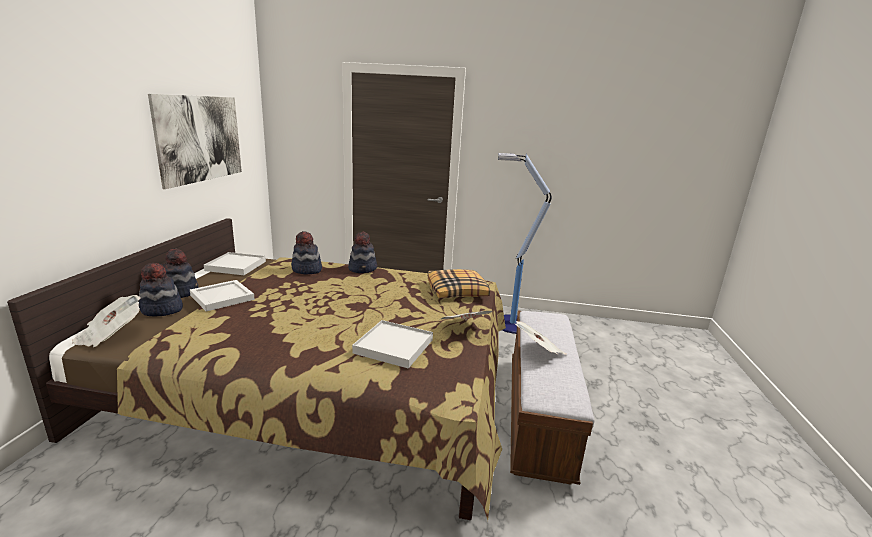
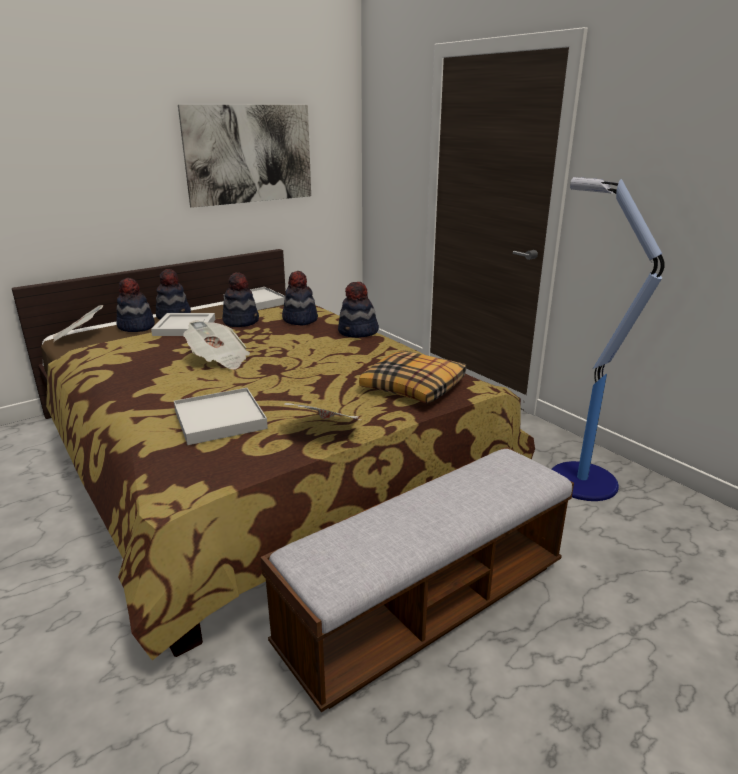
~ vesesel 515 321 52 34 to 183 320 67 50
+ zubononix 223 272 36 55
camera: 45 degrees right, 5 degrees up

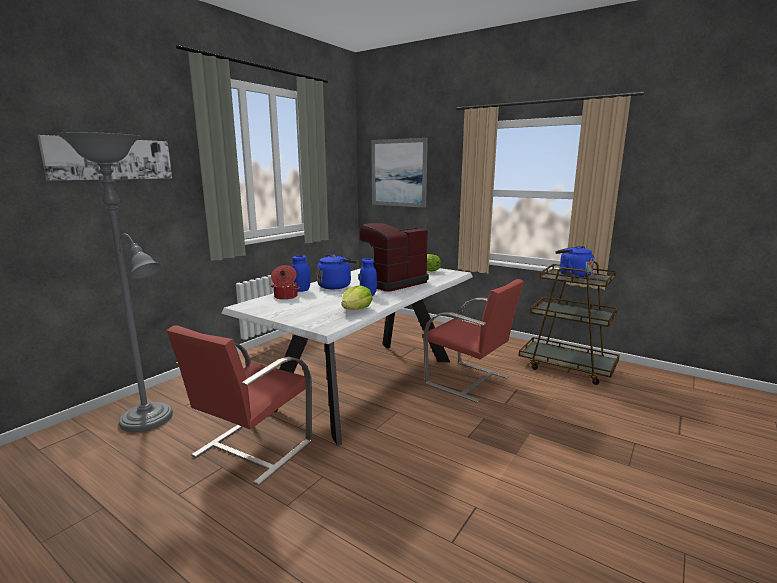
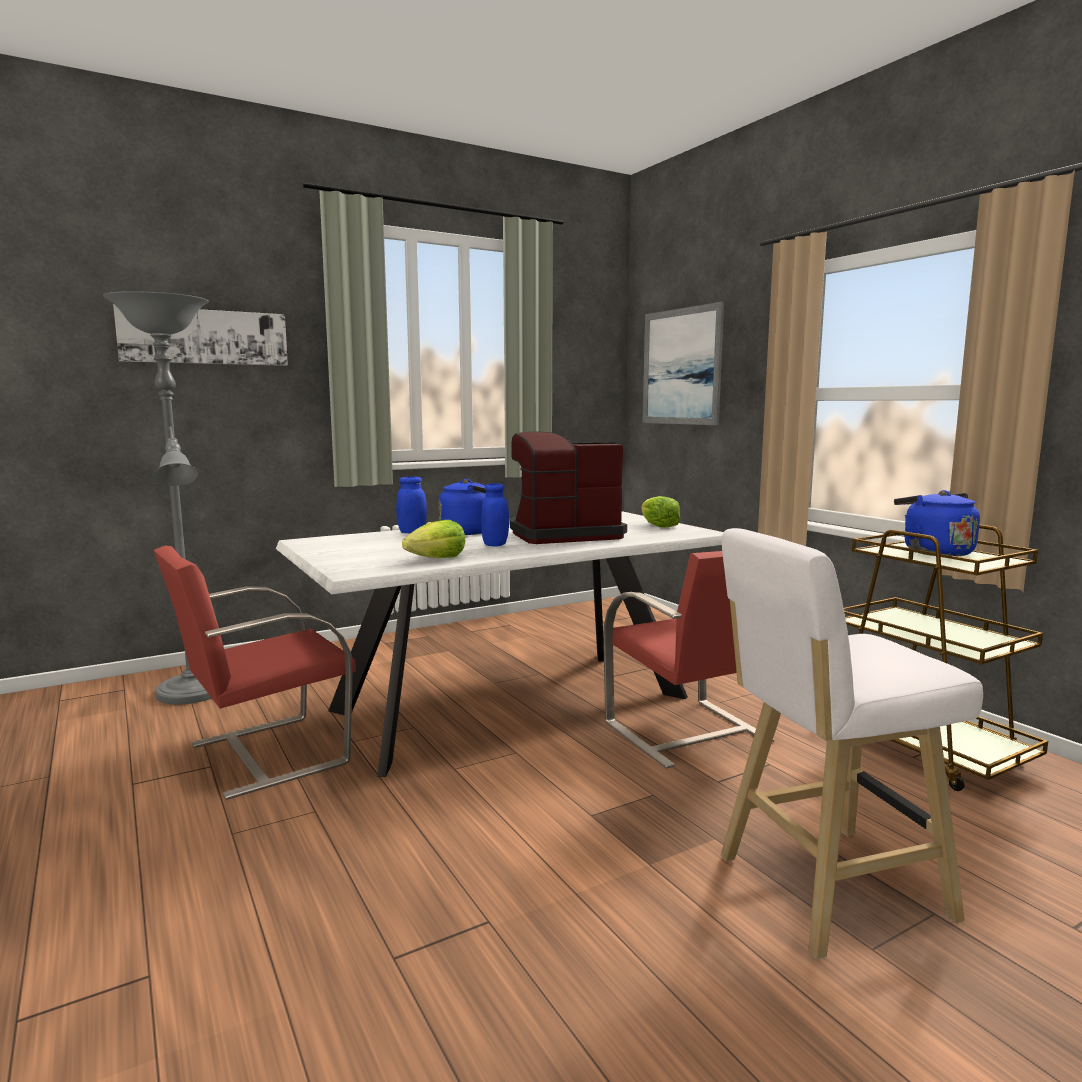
- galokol 271 265 29 35
+ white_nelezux 720 528 263 432
camera: 25 degrees right, 5 degrees down

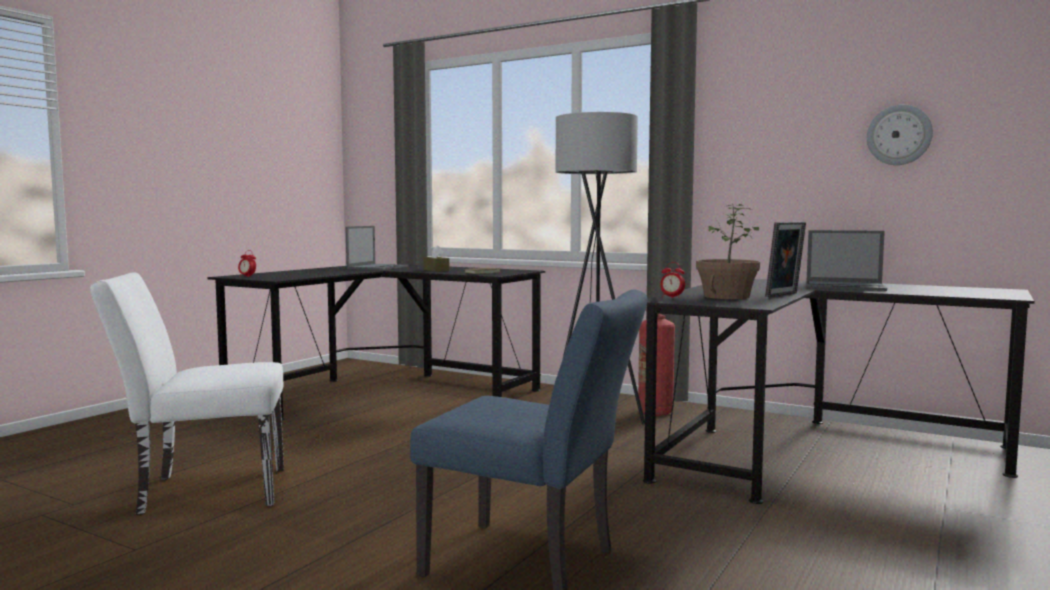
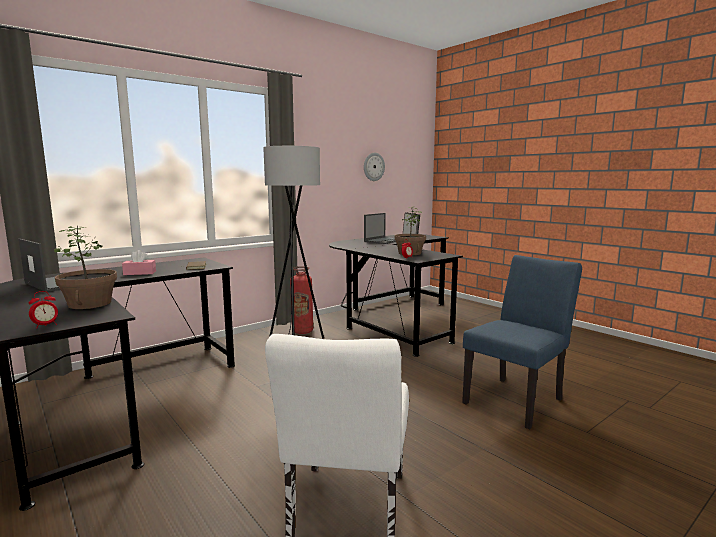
~ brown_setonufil 423 245 26 27 to pink_setonufil 122 250 34 25
+ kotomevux 54 225 63 84
camera: 70 degrees left, 5 degrees up

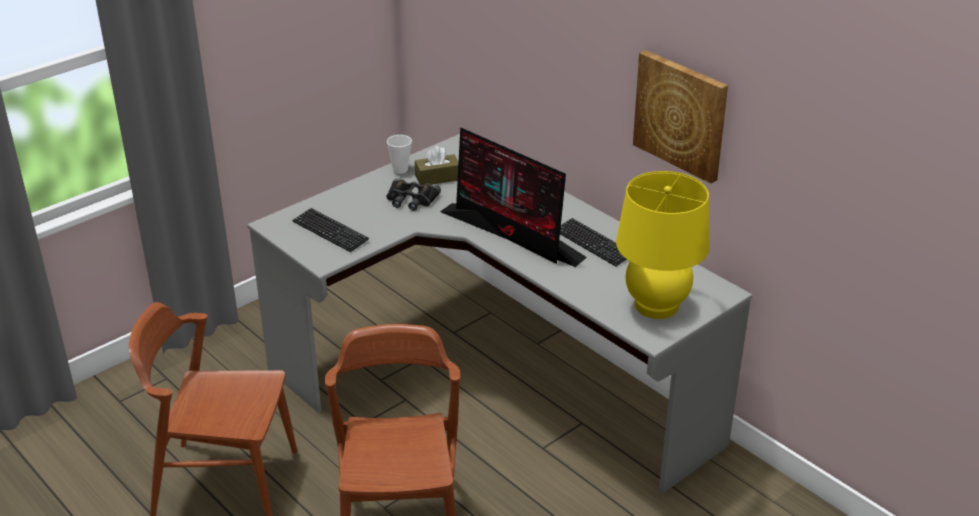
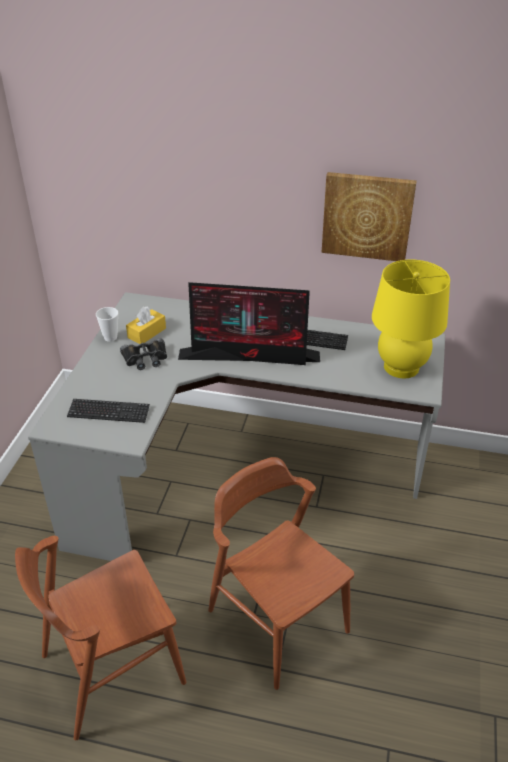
~ brown_setonufil 415 146 43 39 to yellow_setonufil 126 306 40 38
camera: 35 degrees left, 5 degrees up

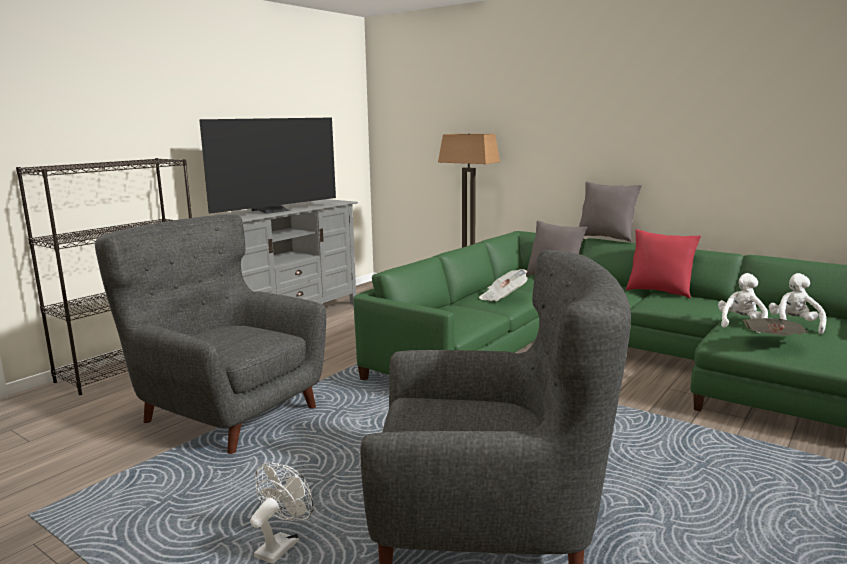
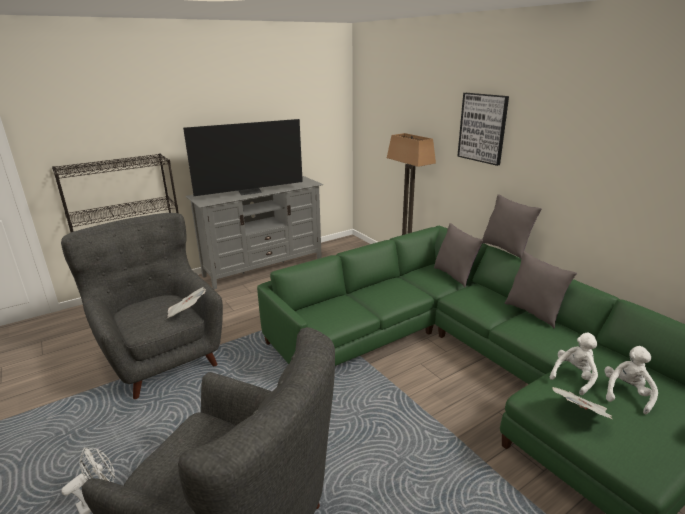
~ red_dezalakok 626 229 75 70 to grey_dezalakok 505 251 72 77
~ vesesel 479 269 49 32 to 167 287 39 31
+ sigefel 457 93 52 73
camera: 20 degrees right, 10 degrees up

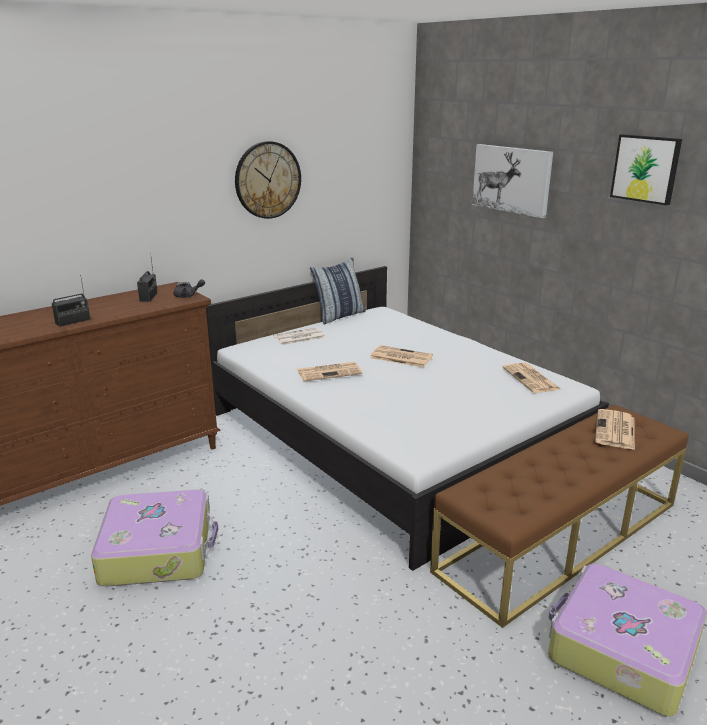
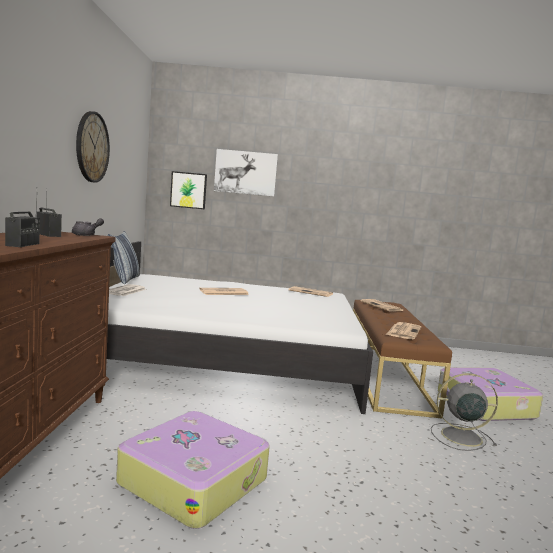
~ sigefel 610 134 72 71 to 170 171 37 38
~ vesesel 297 362 65 19 to 386 322 35 17
+ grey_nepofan 431 373 67 78
camera: 50 degrees left, 15 degrees down

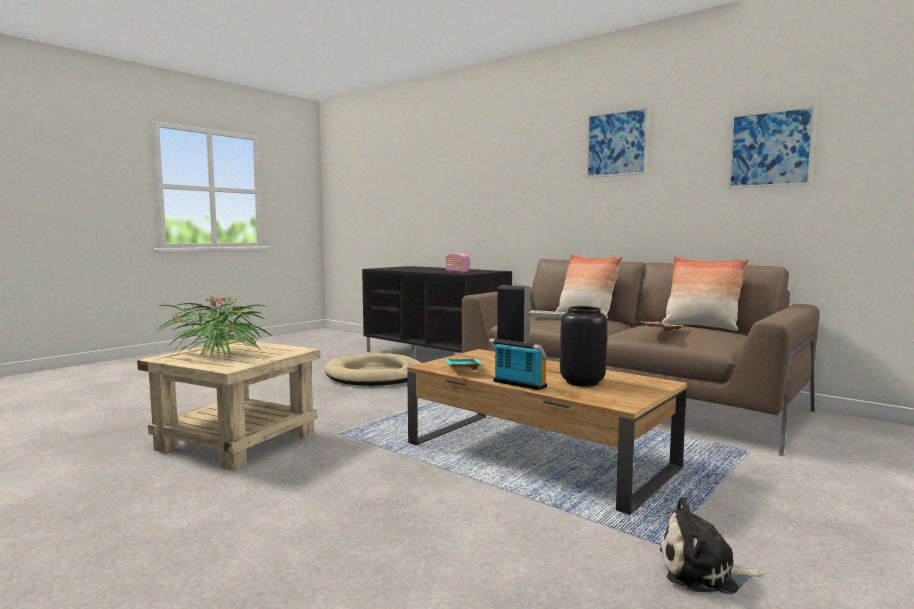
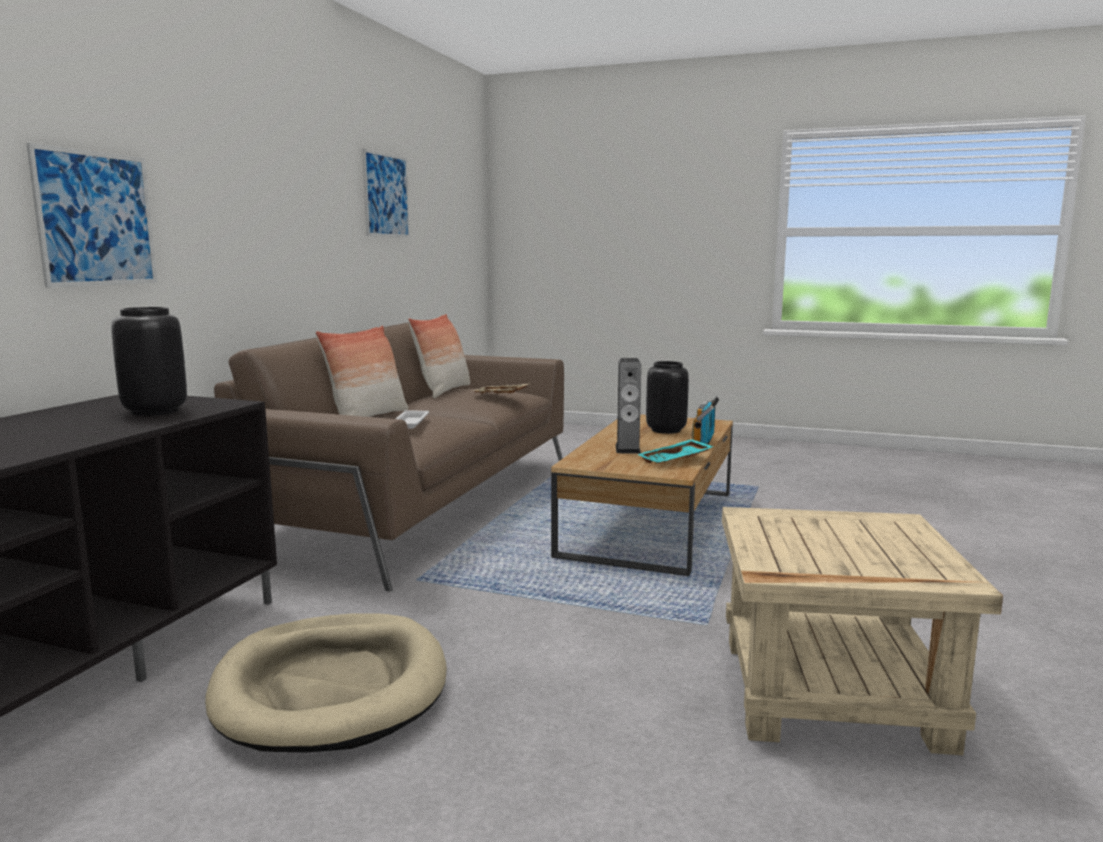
~ sigefel 586 106 63 72 to 26 143 131 145
~ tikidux 446 253 23 19 to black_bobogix 111 307 76 109
- kotomevux 157 295 114 64
- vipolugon 660 497 103 97
camera: 110 degrees left, 5 degrees up

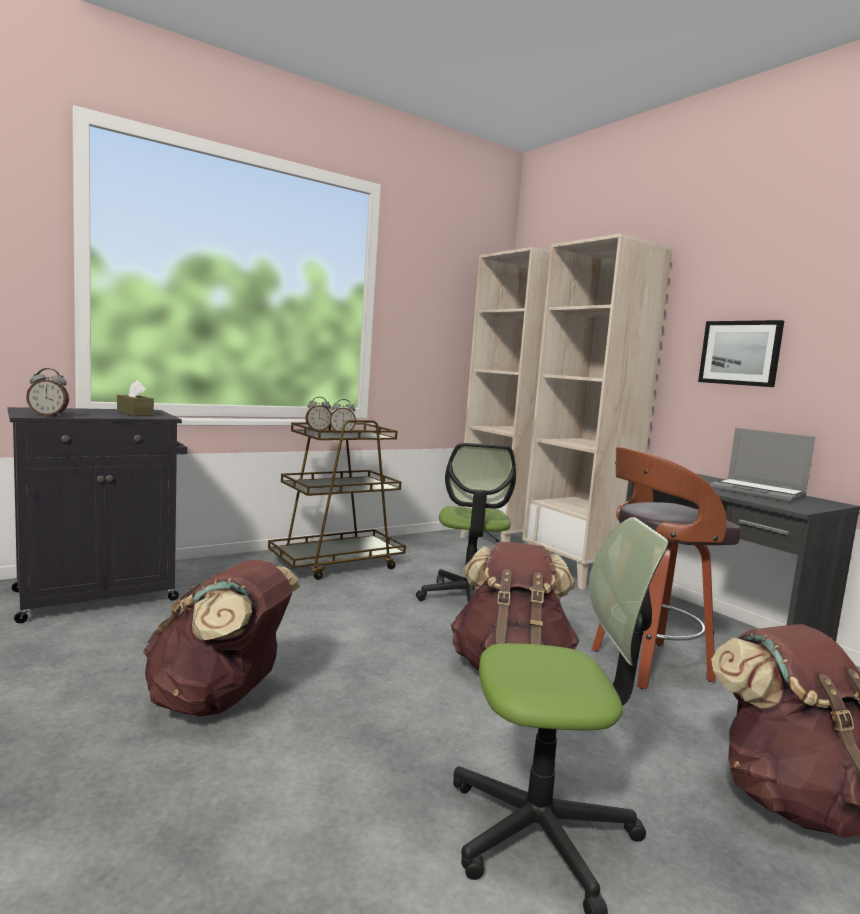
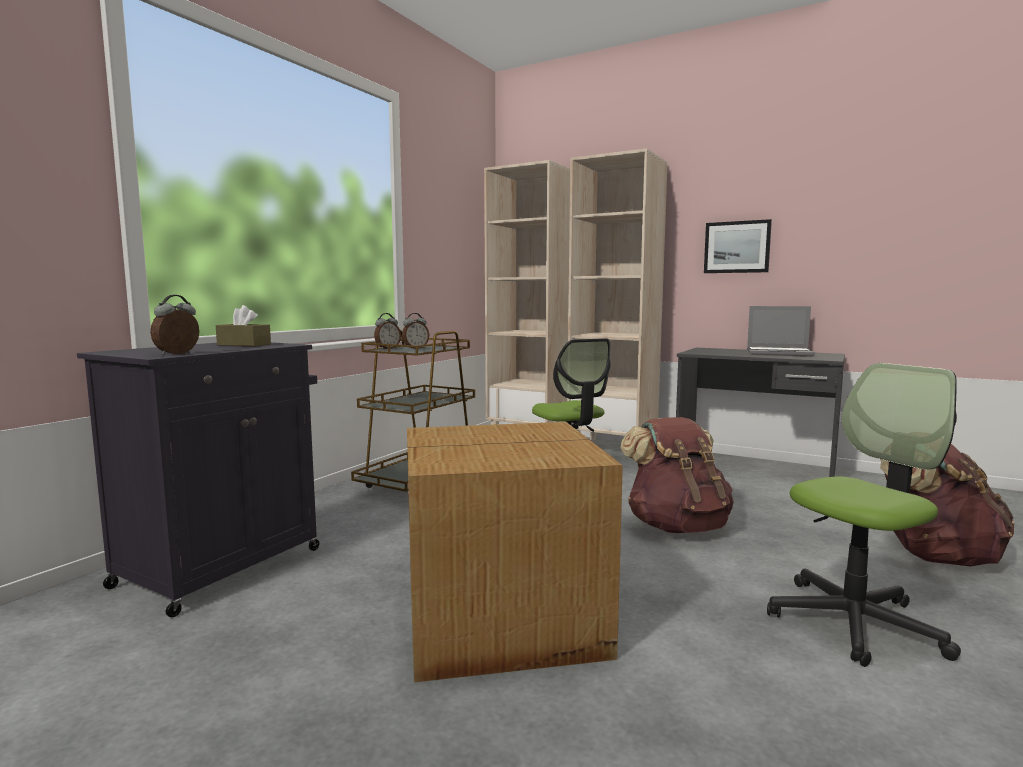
~ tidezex 26 368 43 49 = 150 295 49 60 150 degrees clockwise
- nelezux 592 446 149 243
~ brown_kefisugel 143 559 157 157 to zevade 407 422 216 260
camera: 25 degrees left, 0 degrees up

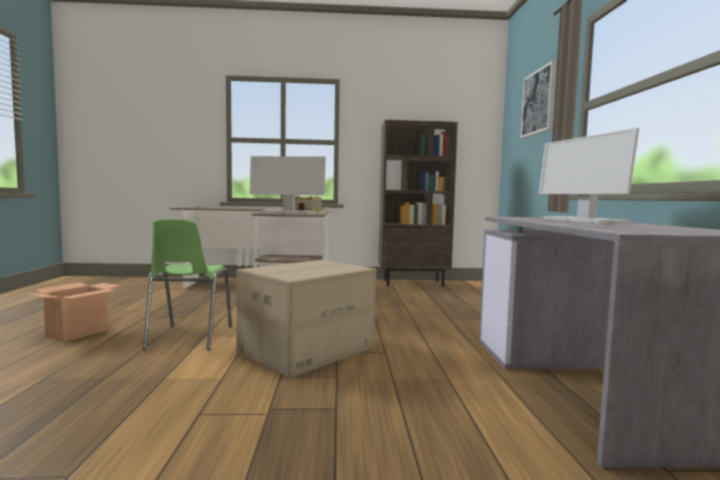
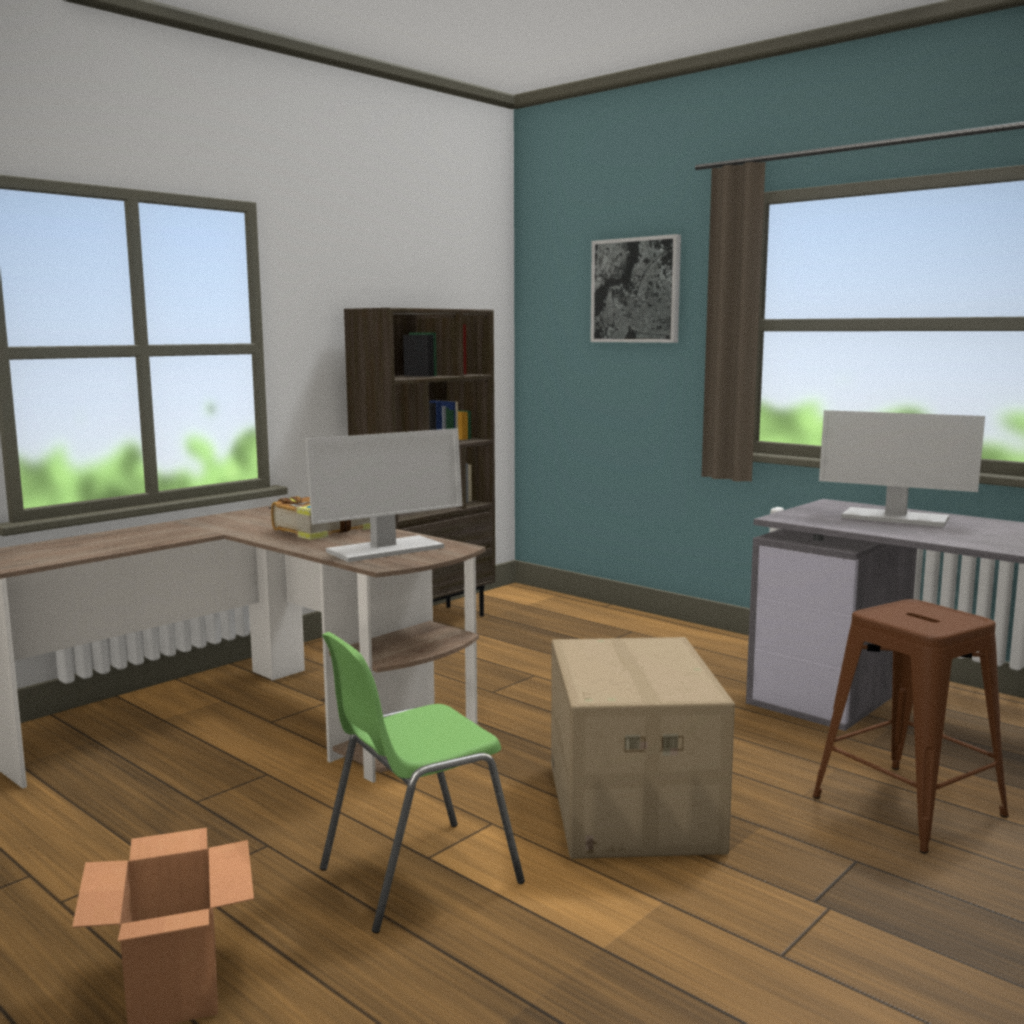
~ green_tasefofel 143 219 89 131 = 320 632 205 301 105 degrees clockwise
+ brown_nelezux 813 599 196 254
camera: 45 degrees left, 5 degrees up

